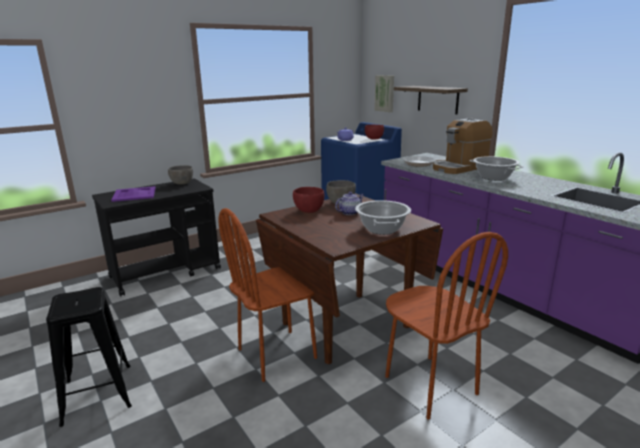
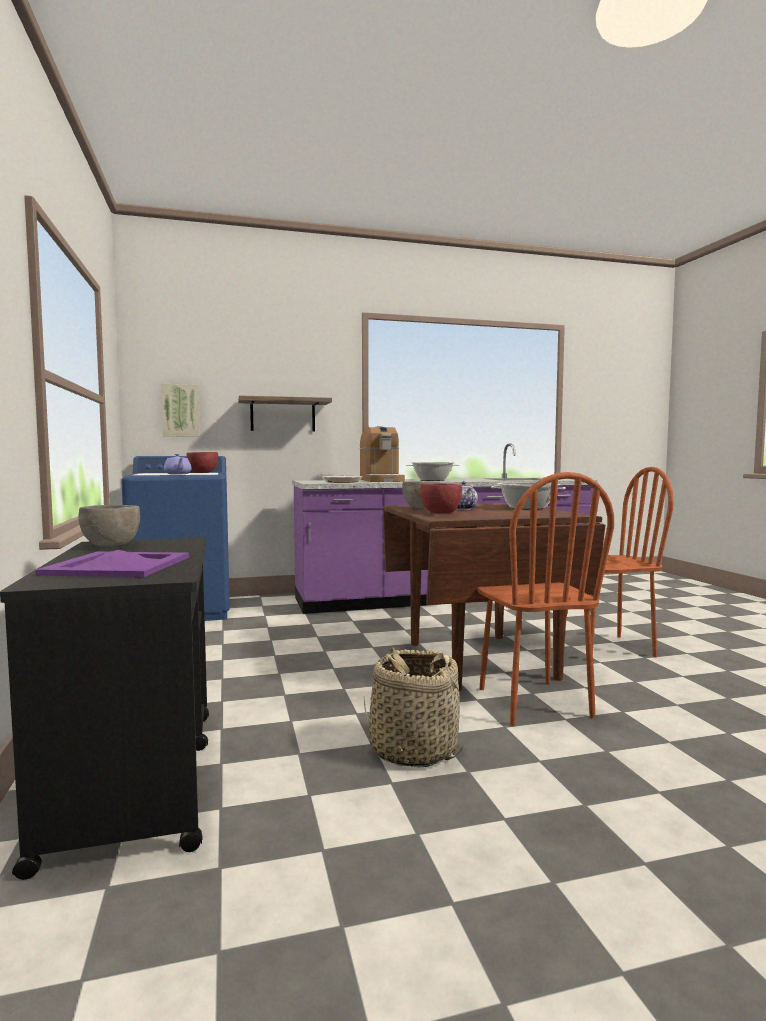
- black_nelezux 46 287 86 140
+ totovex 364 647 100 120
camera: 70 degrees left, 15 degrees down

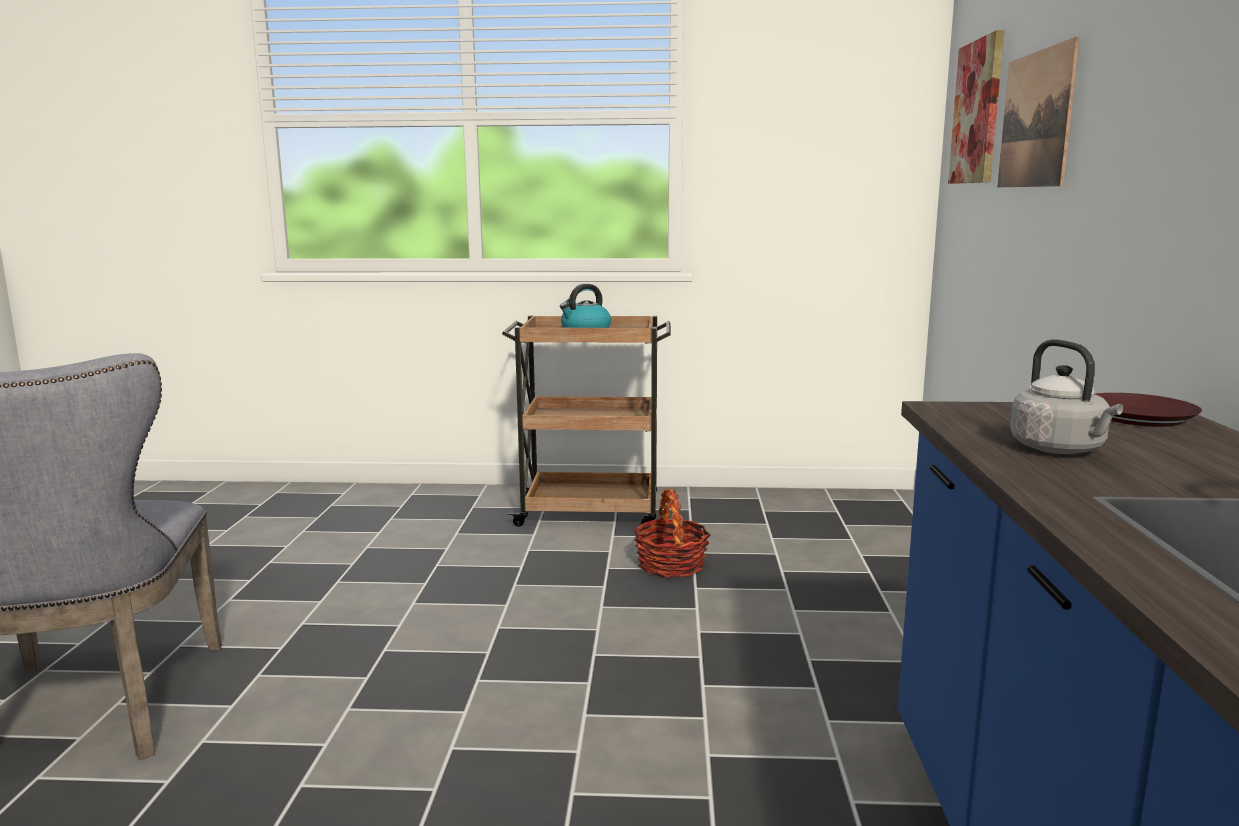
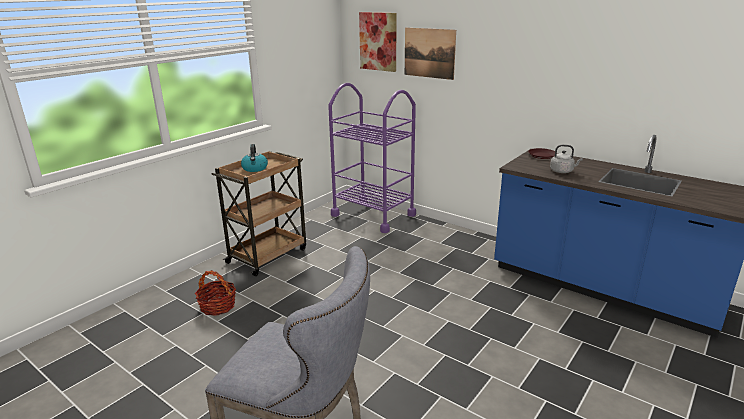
~ totovex 633 489 77 89 to 195 270 41 46
+ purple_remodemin 328 83 88 150
camera: 55 degrees left, 10 degrees up

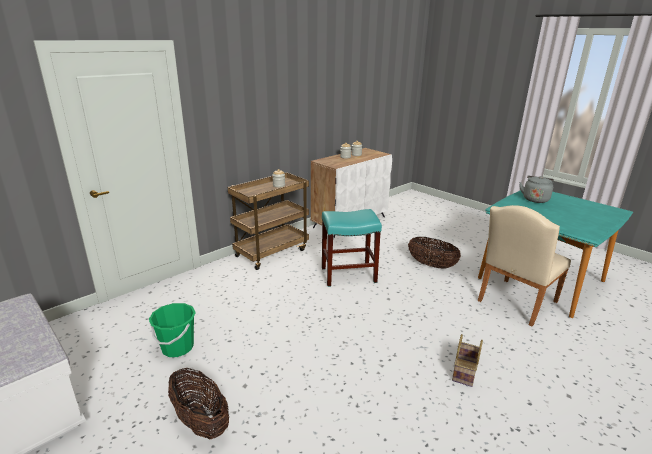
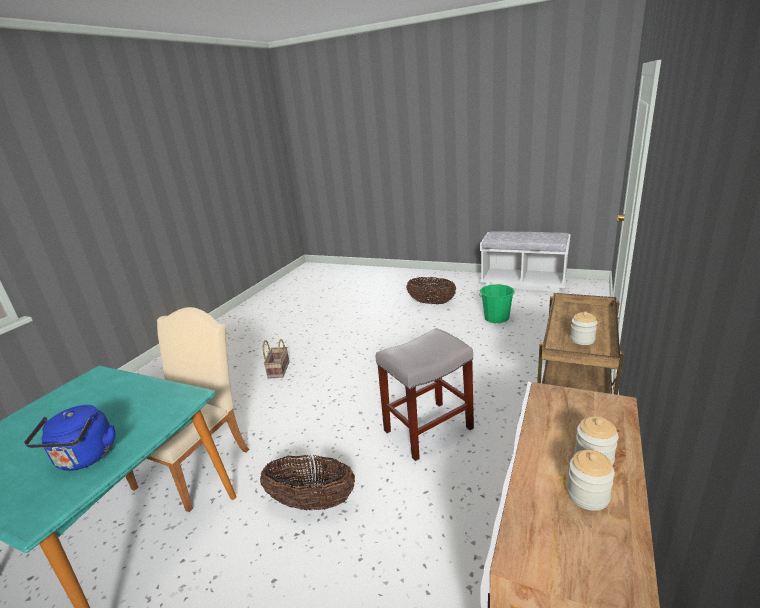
~ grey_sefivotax 519 176 35 27 to blue_sefivotax 24 405 91 66
~ turquoise_nelezux 322 209 60 78 to grey_nelezux 376 328 98 133
camera: 160 degrees right, 0 degrees up

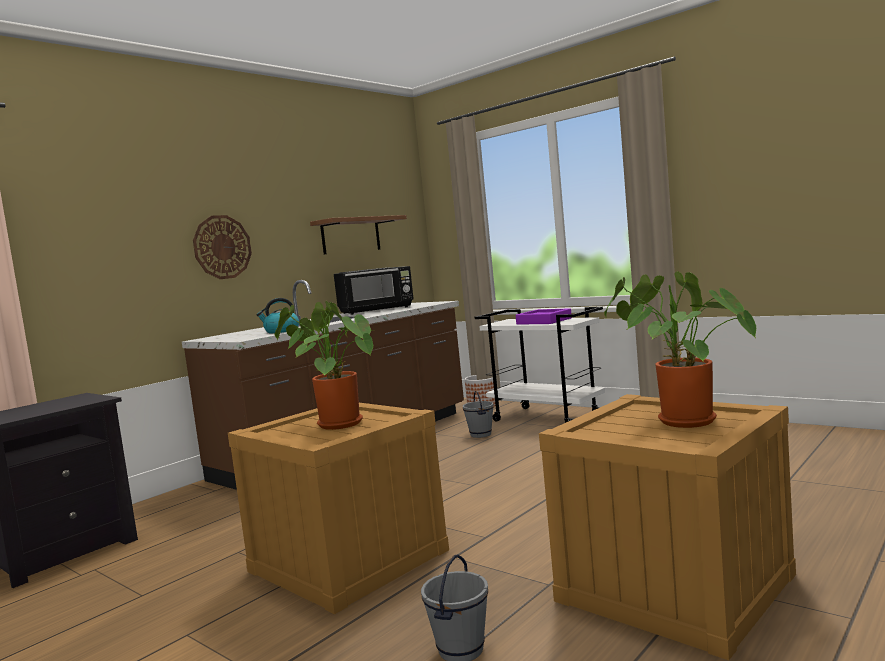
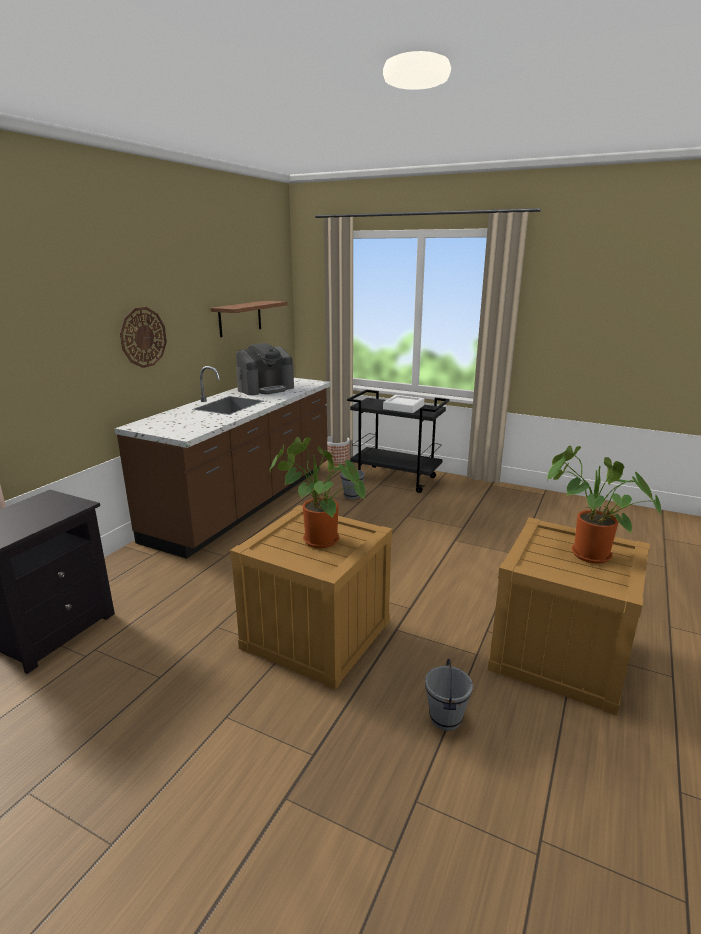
~ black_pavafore 334 266 80 49 to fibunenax 236 343 58 52
- sefivotax 256 298 43 35
~ white_remodemin 474 307 131 116 to black_remodemin 347 390 102 103
~ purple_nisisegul 516 308 56 17 to white_nisisegul 383 395 41 18
camera: 15 degrees left, 15 degrees up

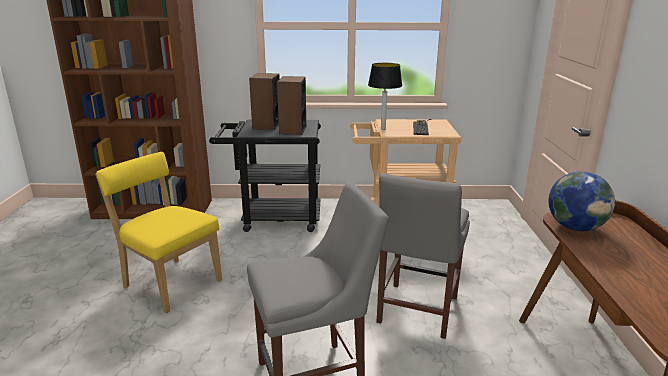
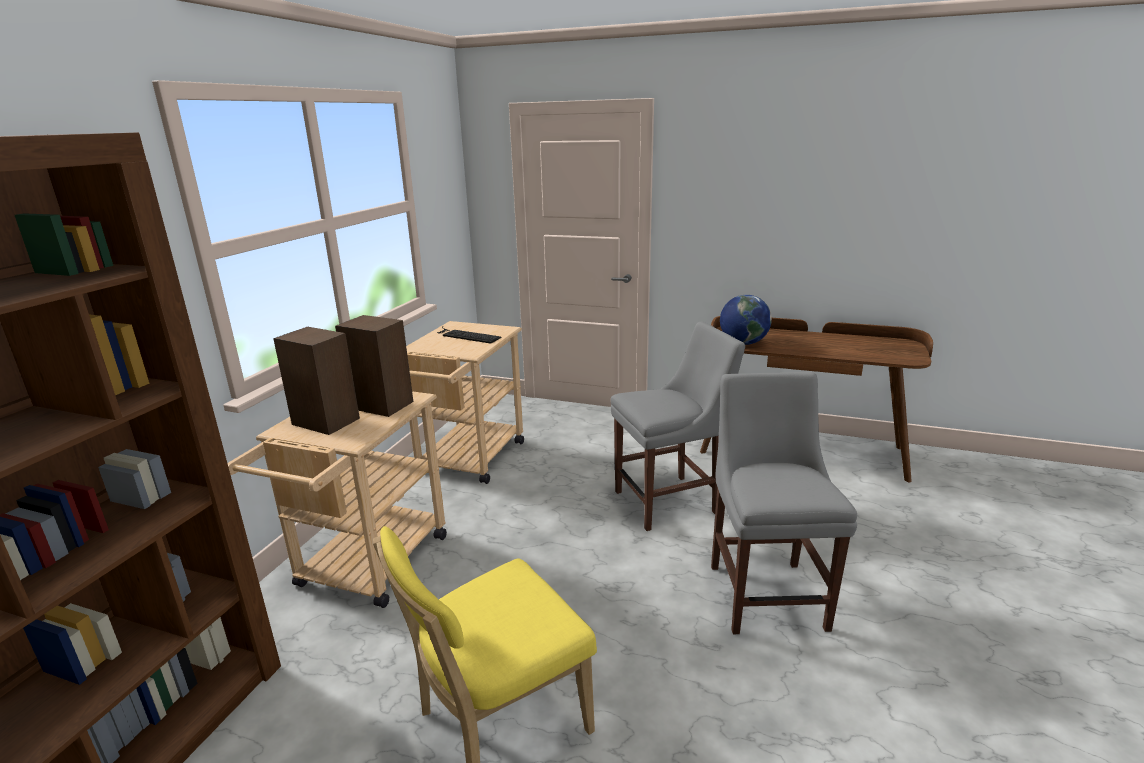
- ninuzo 368 63 34 67
~ black_remodemin 209 119 112 113 to beige_remodemin 227 391 220 217
~ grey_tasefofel 377 174 93 165 = 611 322 134 209 60 degrees counterclockwise
camera: 70 degrees left, 0 degrees up

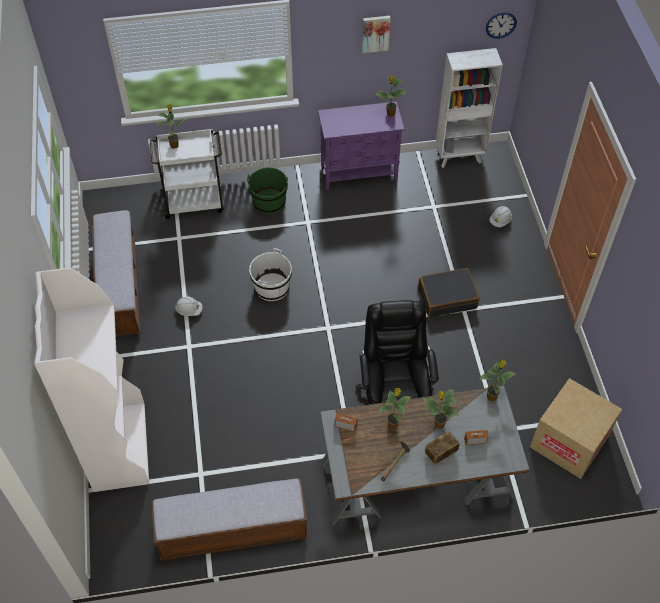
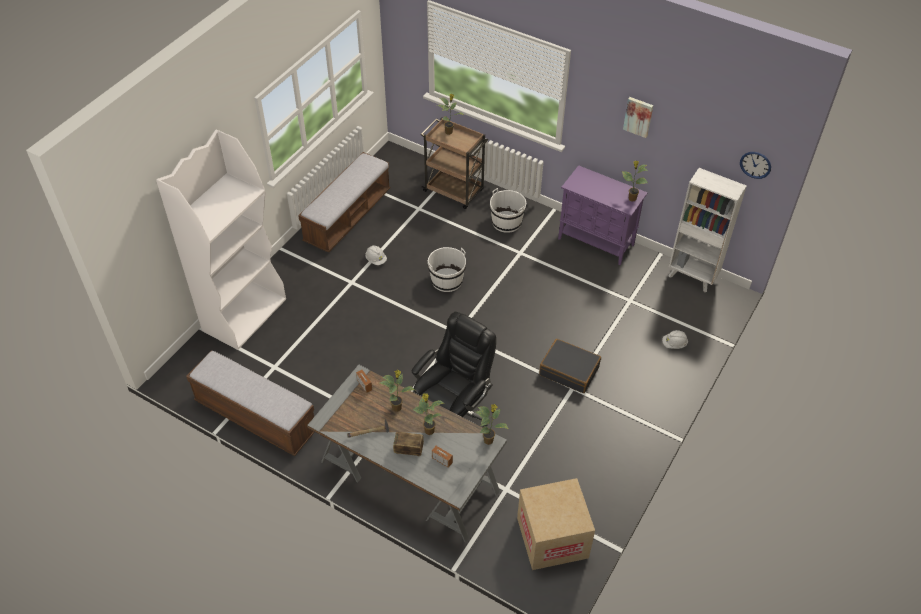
~ white_remodemin 150 129 74 90 to brown_remodemin 421 117 67 92
~ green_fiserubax 247 168 41 46 to white_fiserubax 490 188 36 45
camera: 40 degrees right, 5 degrees down

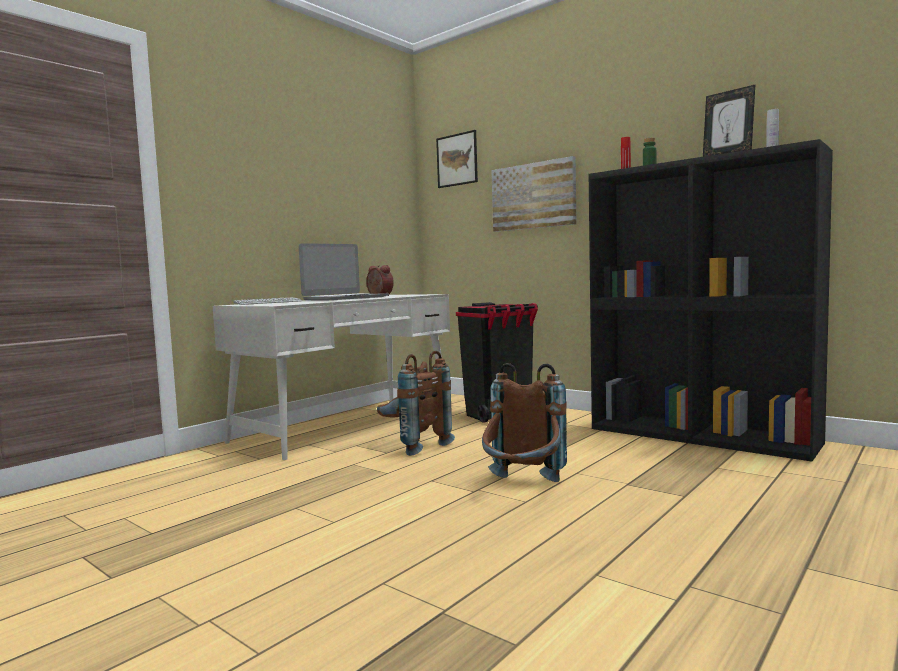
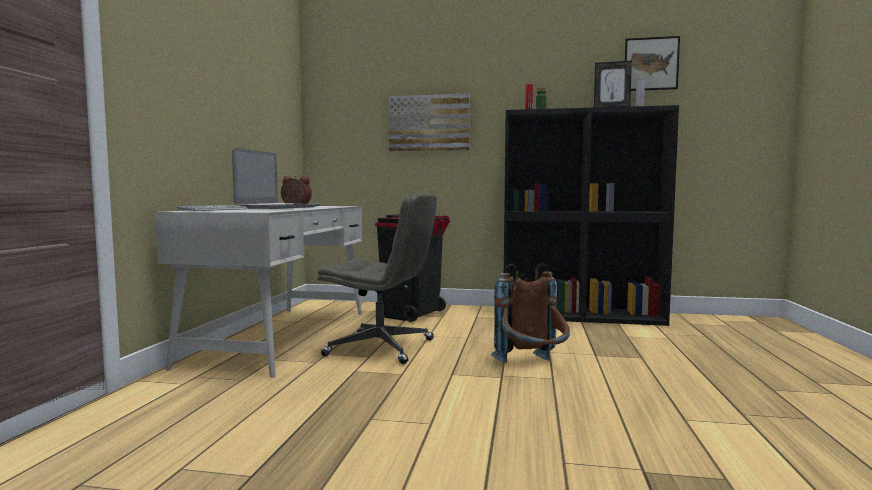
~ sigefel 436 130 42 58 to 625 36 55 55
~ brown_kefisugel 377 351 78 105 to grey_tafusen 317 193 120 171
camera: 30 degrees left, 0 degrees up

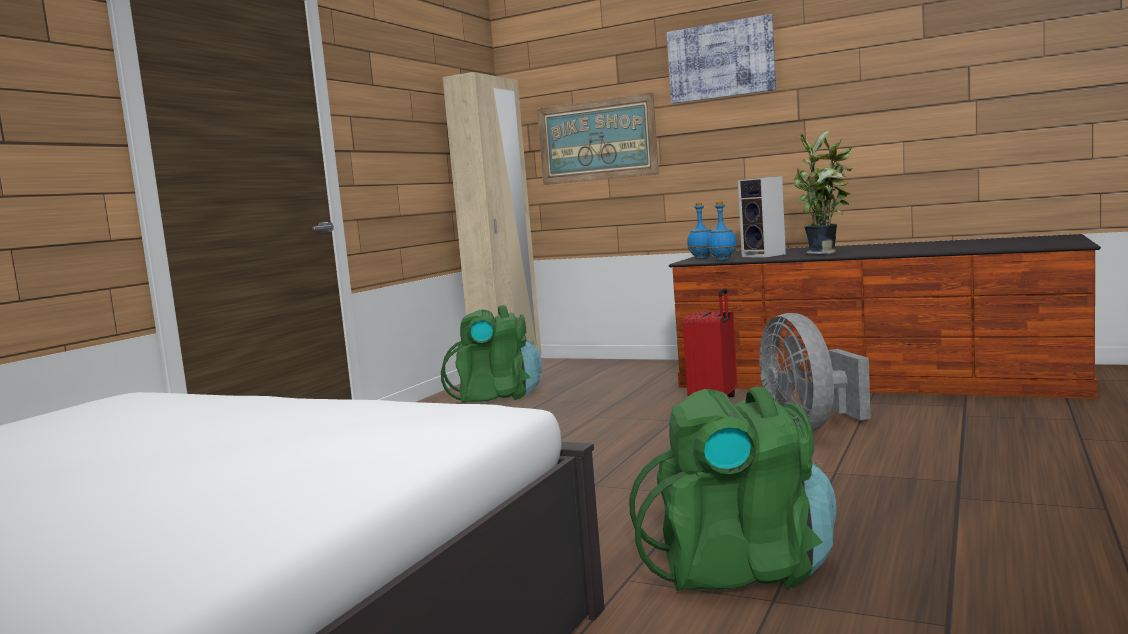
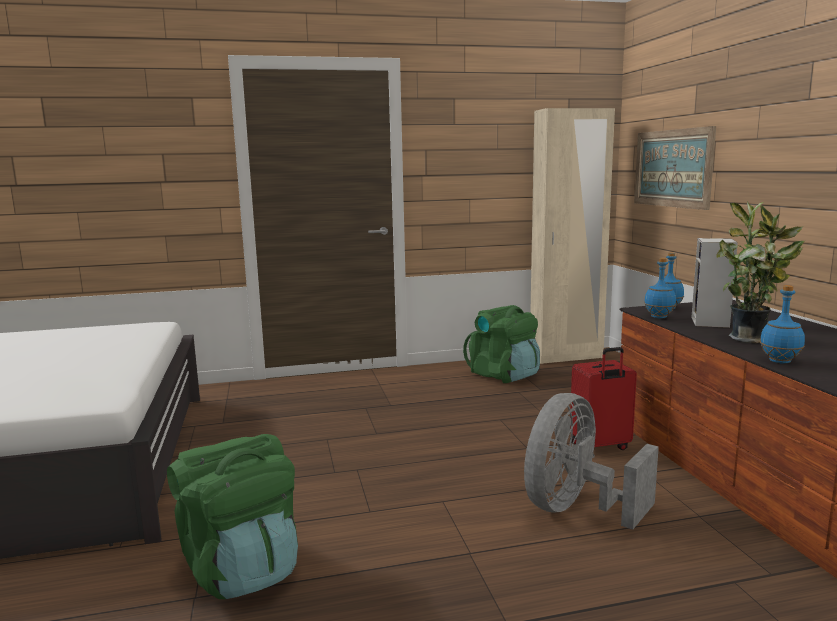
- sigefel 667 14 109 90
+ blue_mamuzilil 760 285 45 79
camera: 50 degrees right, 5 degrees up

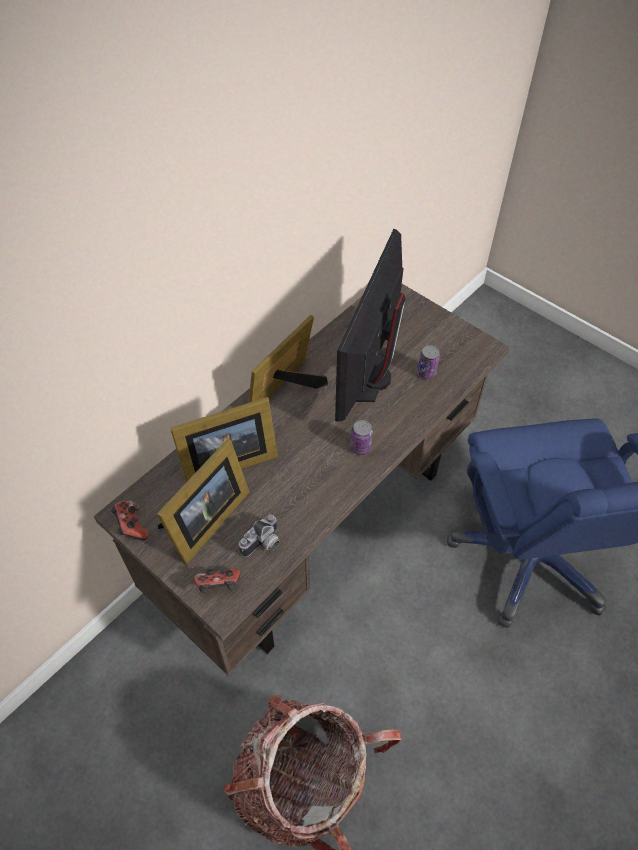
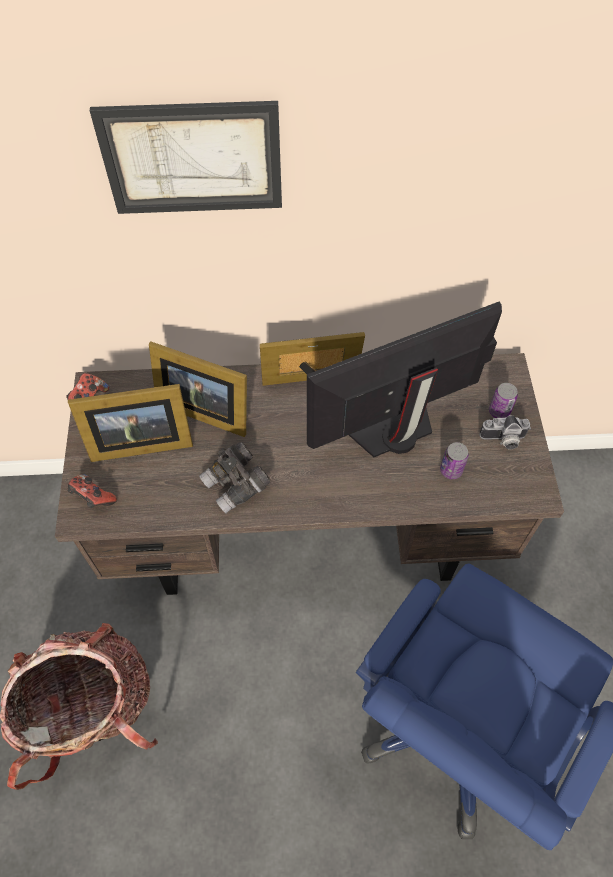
~ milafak 351 420 22 35 to 489 383 29 35
~ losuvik 239 514 41 43 to 479 415 52 34
+ sigefel 90 101 192 113
+ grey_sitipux 199 442 71 72
camera: 45 degrees right, 5 degrees up

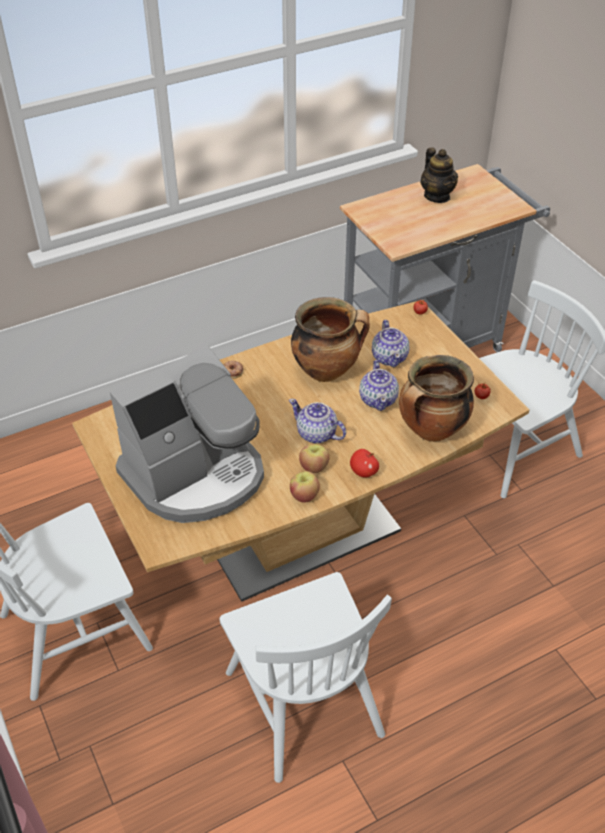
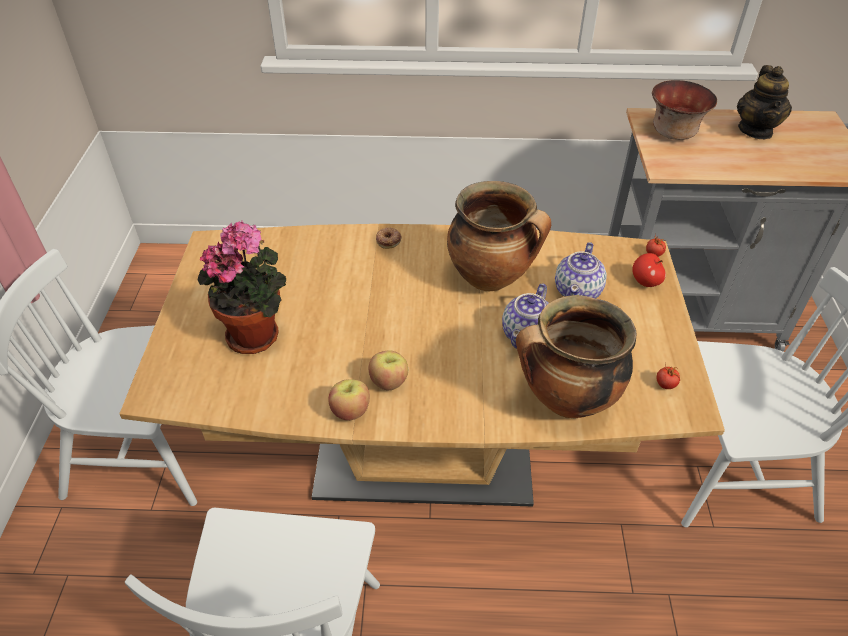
~ fibunenax 110 346 154 177 to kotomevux 198 220 88 134
- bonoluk 289 399 57 45
~ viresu 350 449 29 29 to 632 253 34 34
+ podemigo 652 80 65 60
camera: 30 degrees right, 0 degrees up

